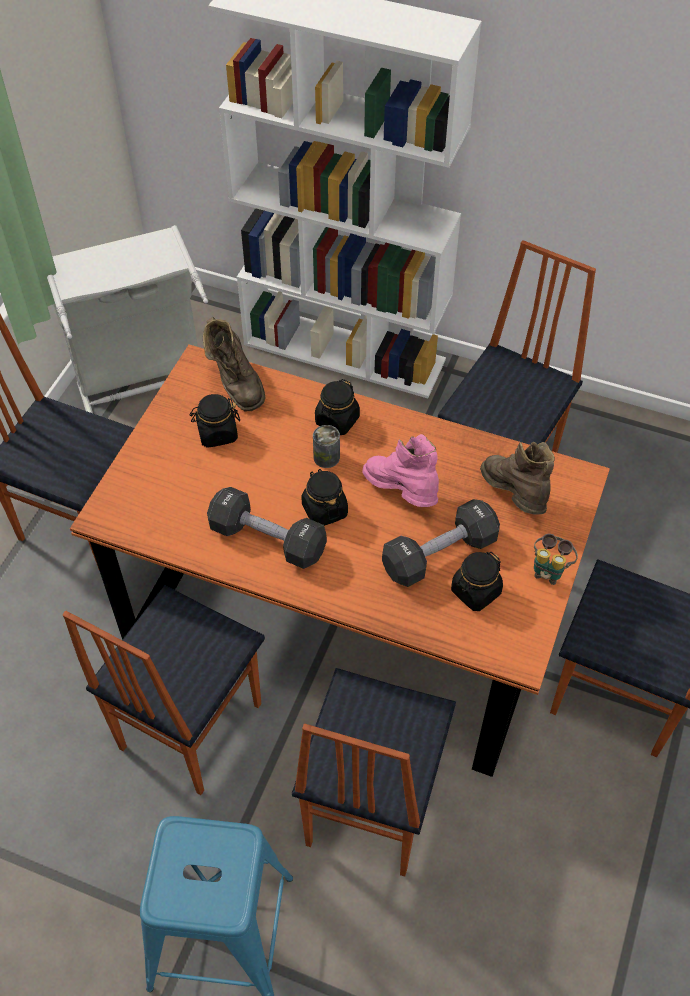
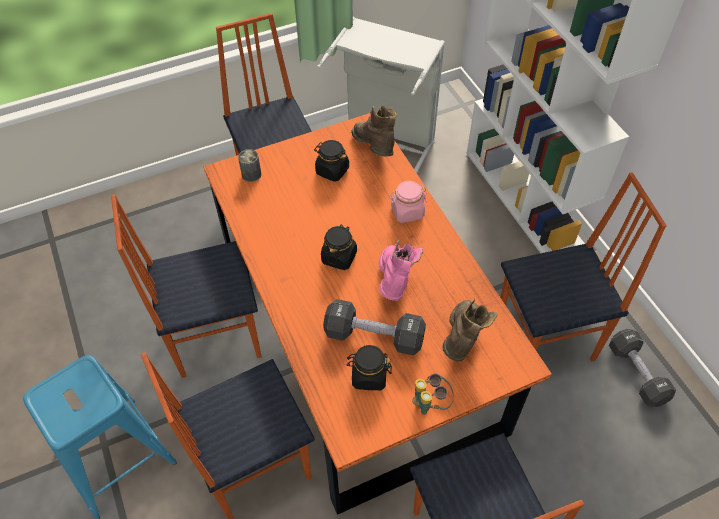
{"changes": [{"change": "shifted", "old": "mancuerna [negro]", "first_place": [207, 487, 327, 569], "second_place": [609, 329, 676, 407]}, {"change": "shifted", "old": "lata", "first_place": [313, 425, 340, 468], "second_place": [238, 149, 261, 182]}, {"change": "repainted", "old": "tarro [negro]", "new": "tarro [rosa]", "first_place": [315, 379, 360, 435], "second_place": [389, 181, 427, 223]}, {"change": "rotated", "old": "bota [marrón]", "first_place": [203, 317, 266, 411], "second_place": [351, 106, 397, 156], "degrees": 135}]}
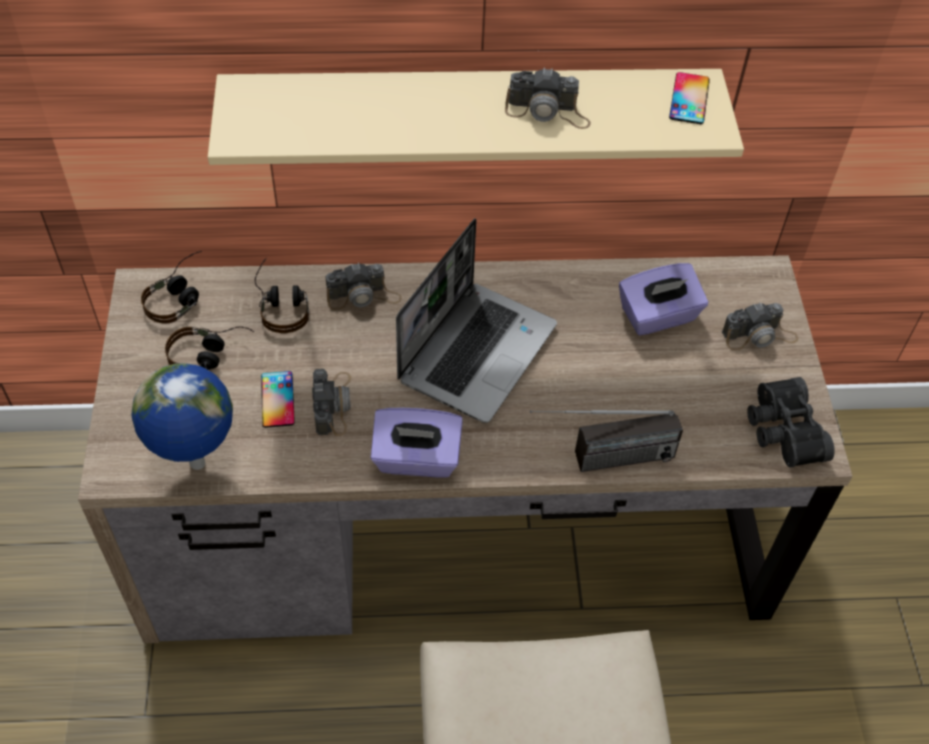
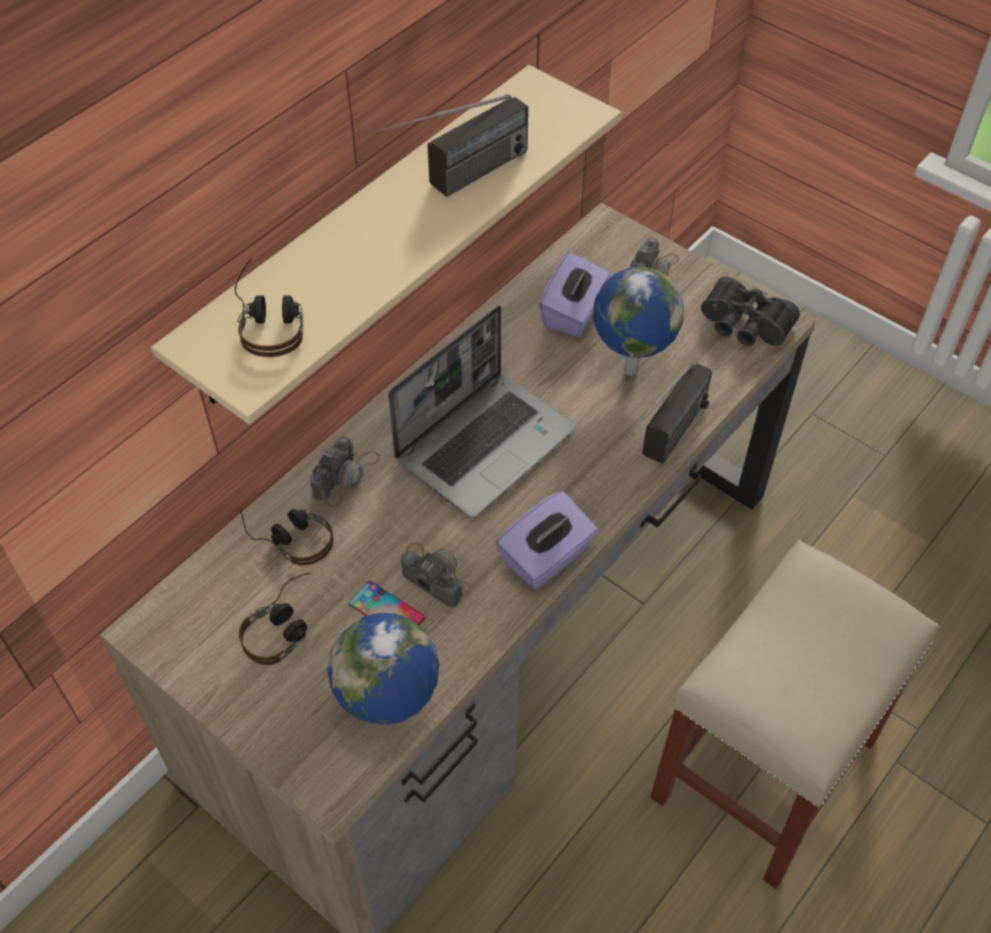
{"changes": [{"change": "gone", "old": "móvil", "first_place": [669, 72, 710, 124]}, {"change": "new", "new": "globo terráqueo", "second_place": [593, 267, 684, 376]}, {"change": "shifted", "old": "auriculares", "first_place": [141, 251, 202, 323], "second_place": [235, 259, 303, 357]}, {"change": "swapped", "old": "cámara", "new": "radio", "first_place": [505, 68, 591, 129], "second_place": [377, 94, 528, 197]}, {"change": "rotated", "old": "portátil", "first_place": [396, 218, 557, 423], "second_place": [388, 305, 575, 518], "degrees": 60}]}
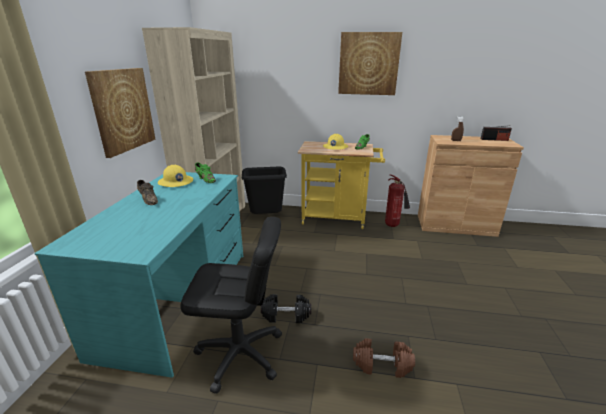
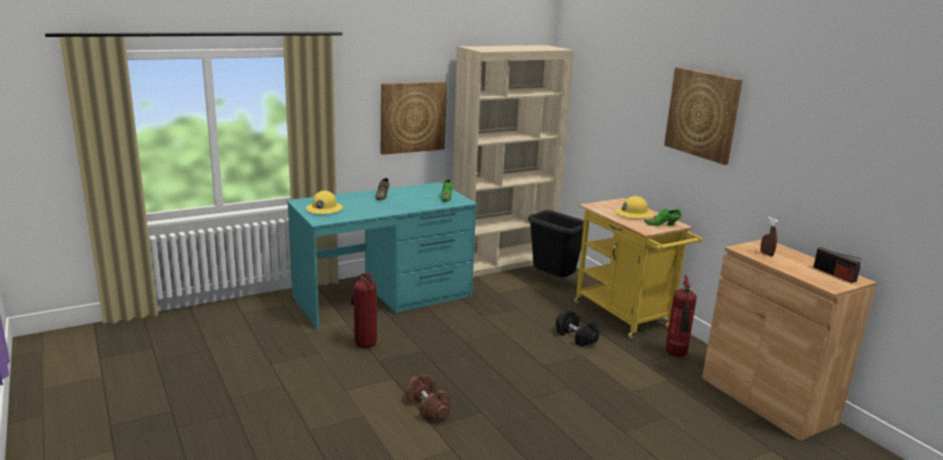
{"changes": [{"change": "shifted", "old": "casco [amarillo]", "first_place": [158, 165, 193, 187], "second_place": [306, 190, 343, 214]}, {"change": "shifted", "old": "mancuerna [negro]", "first_place": [261, 294, 311, 323], "second_place": [556, 310, 599, 346]}, {"change": "swapped", "old": "silla de oficina [negro]", "new": "extintor", "first_place": [180, 217, 282, 394], "second_place": [351, 273, 377, 348]}]}
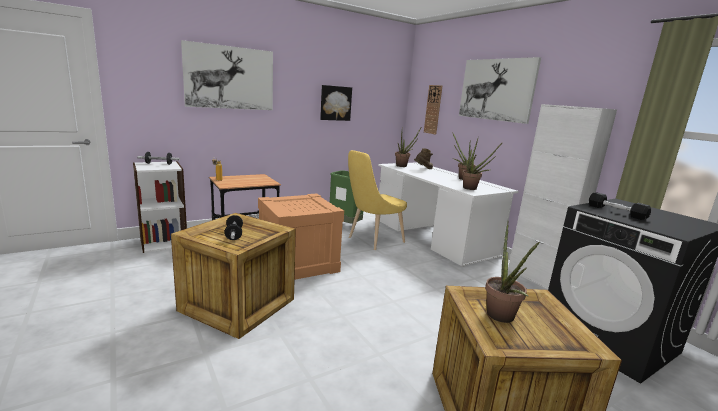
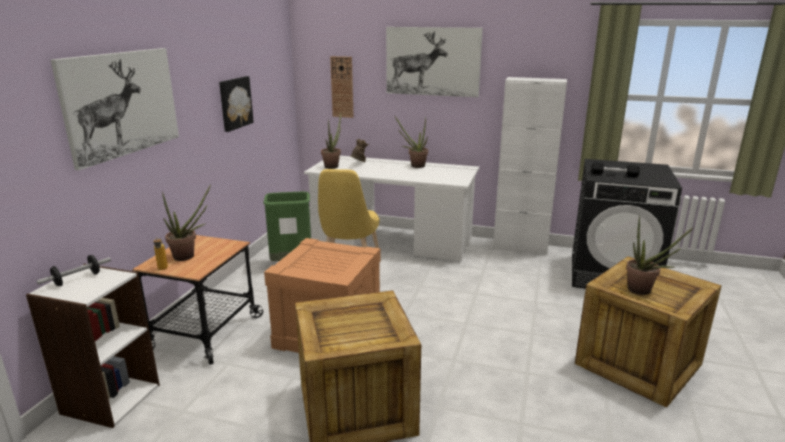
{"changes": [{"change": "gone", "old": "mancuerna", "first_place": [224, 215, 243, 240]}, {"change": "shifted", "old": "planta en maceta", "first_place": [462, 142, 503, 190], "second_place": [162, 184, 211, 261]}]}
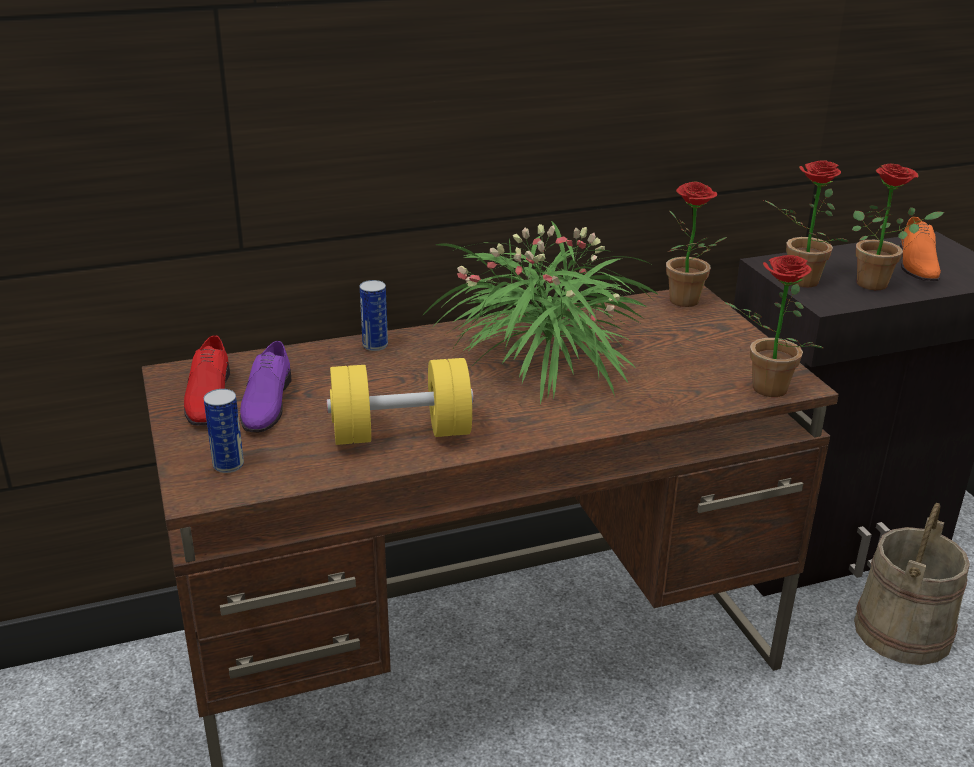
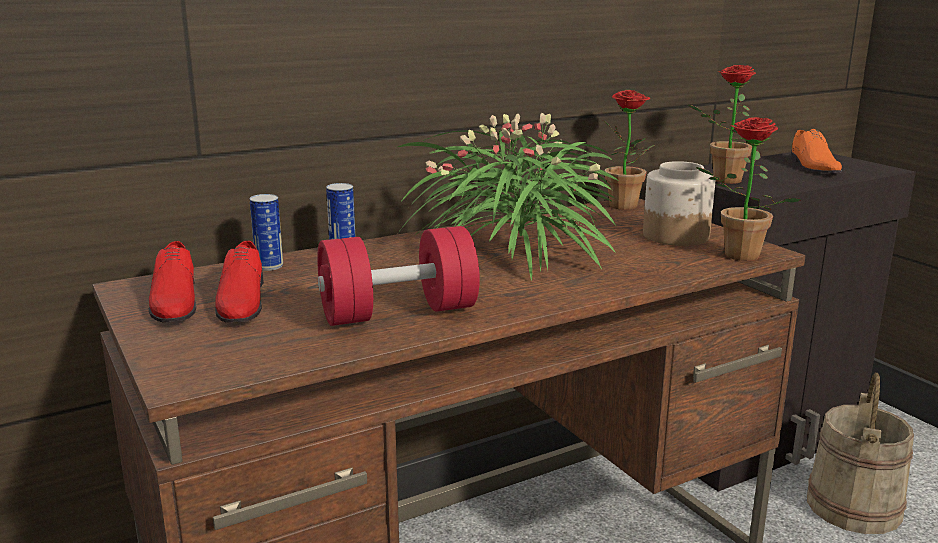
{"changes": [{"change": "gone", "old": "planta en maceta", "first_place": [852, 164, 944, 290]}, {"change": "new", "new": "tarro", "second_place": [643, 161, 715, 246]}, {"change": "shifted", "old": "lata", "first_place": [204, 389, 244, 473], "second_place": [249, 194, 283, 271]}, {"change": "repainted", "old": "zapato [morado]", "new": "zapato [rojo]", "first_place": [240, 341, 291, 432], "second_place": [215, 241, 264, 323]}, {"change": "repainted", "old": "mancuerna [amarillo]", "new": "mancuerna [rojo]", "first_place": [327, 358, 474, 445], "second_place": [317, 226, 480, 326]}]}
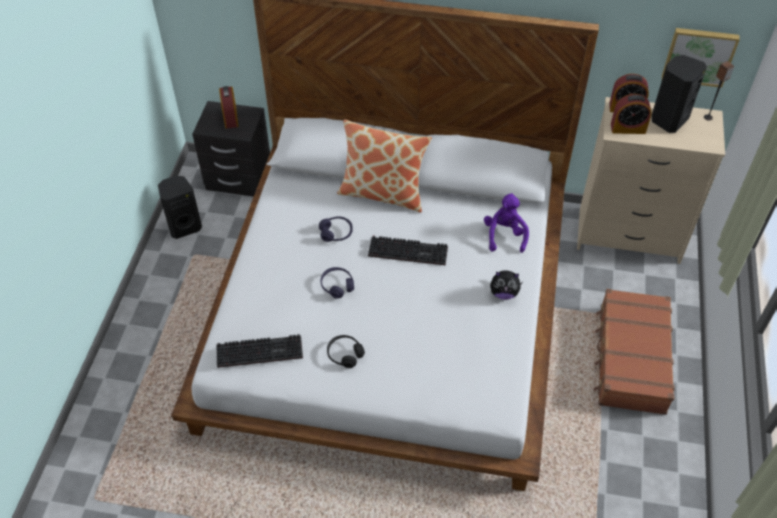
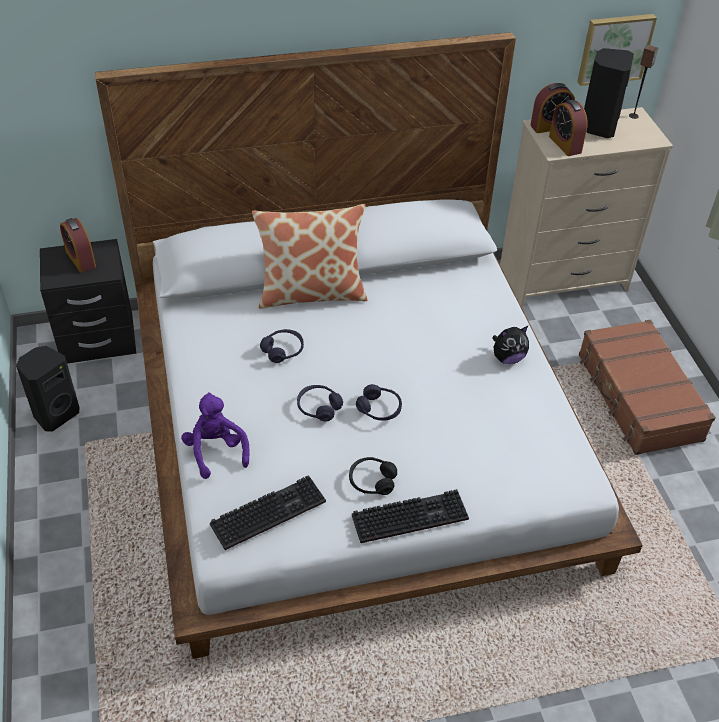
{"changes": [{"change": "new", "new": "auriculares [morado]", "second_place": [356, 384, 402, 421]}, {"change": "shifted", "old": "teclado", "first_place": [368, 236, 448, 265], "second_place": [352, 489, 469, 543]}, {"change": "shifted", "old": "peluche [morado]", "first_place": [484, 193, 529, 253], "second_place": [181, 392, 250, 479]}, {"change": "rotated", "old": "despertador", "first_place": [611, 94, 652, 134], "second_place": [549, 100, 588, 156], "degrees": 90}]}
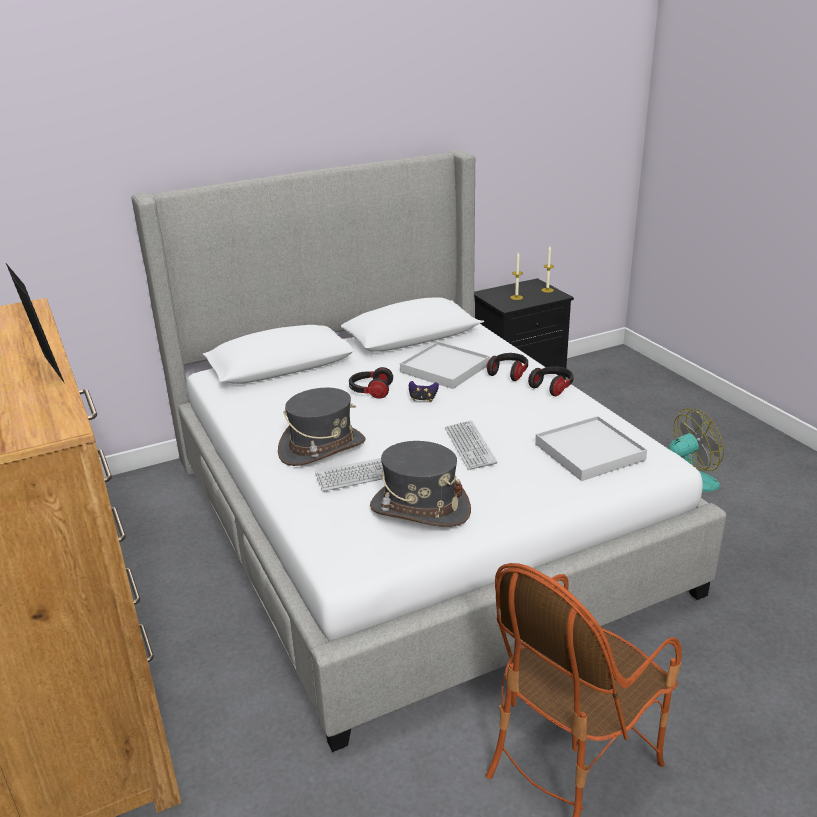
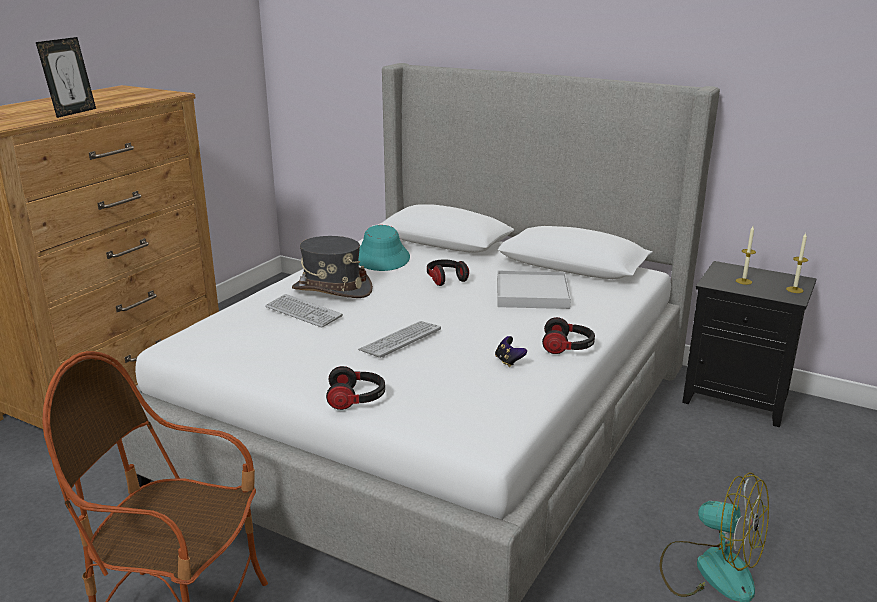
{"changes": [{"change": "gone", "old": "sombrero [gris]", "first_place": [370, 441, 471, 527]}, {"change": "gone", "old": "bandeja [blanco]", "first_place": [535, 416, 647, 481]}, {"change": "new", "new": "sombrero [turquesa]", "second_place": [359, 225, 410, 271]}, {"change": "shifted", "old": "mando de consola", "first_place": [409, 381, 439, 402], "second_place": [495, 336, 527, 367]}, {"change": "shifted", "old": "auriculares", "first_place": [486, 353, 528, 381], "second_place": [326, 366, 385, 410]}]}
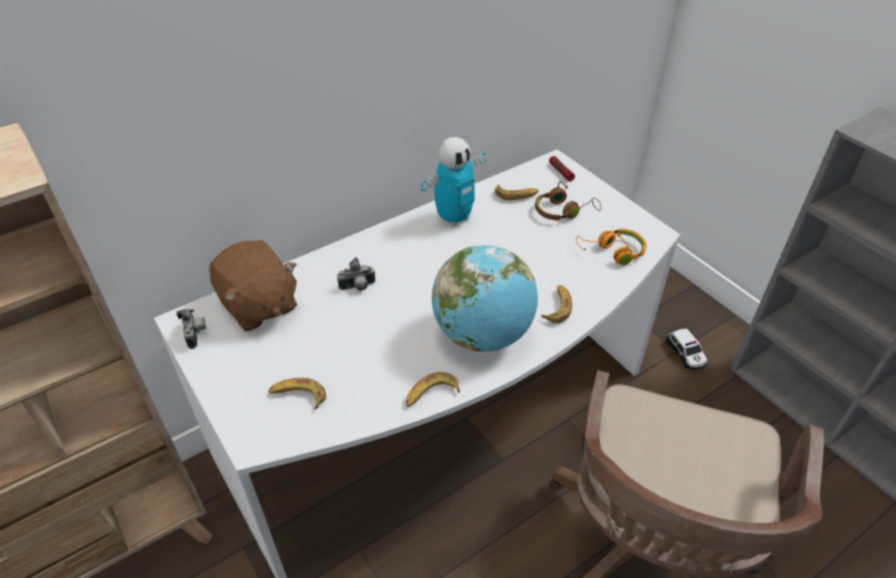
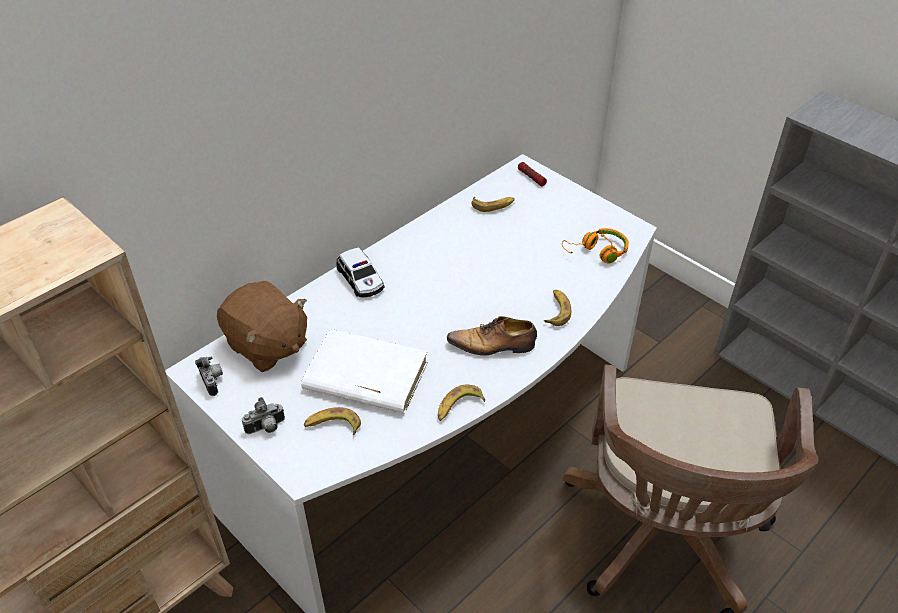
{"changes": [{"change": "gone", "old": "robot de juguete", "first_place": [421, 137, 487, 227]}, {"change": "gone", "old": "auriculares [marrón]", "first_place": [535, 181, 601, 220]}, {"change": "new", "new": "libro [blanco]", "second_place": [301, 329, 428, 414]}, {"change": "shifted", "old": "cámara", "first_place": [337, 257, 375, 291], "second_place": [242, 397, 285, 434]}, {"change": "shifted", "old": "coche de juguete", "first_place": [666, 328, 708, 370], "second_place": [336, 247, 385, 297]}, {"change": "swapped", "old": "globo terráqueo", "new": "zapato", "first_place": [432, 245, 538, 352], "second_place": [447, 316, 537, 356]}]}
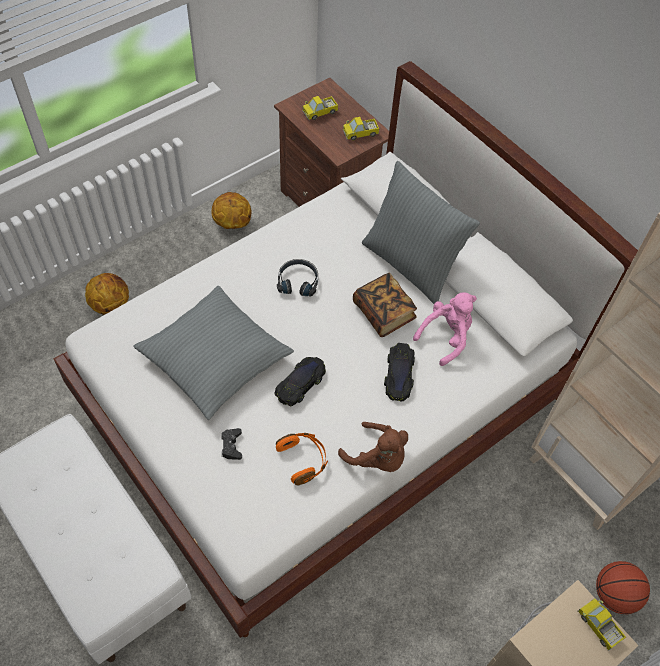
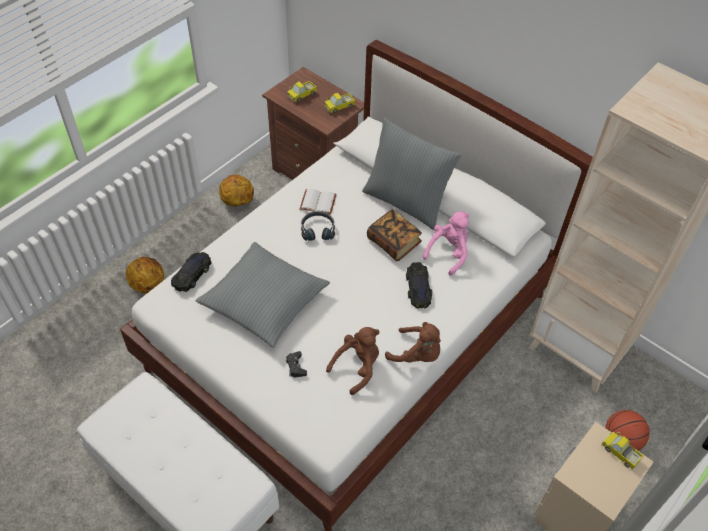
{"changes": [{"change": "new", "new": "libro [blanco]", "second_place": [300, 189, 336, 215]}, {"change": "shifted", "old": "coche de juguete [negro]", "first_place": [275, 357, 326, 406], "second_place": [171, 252, 211, 292]}, {"change": "swapped", "old": "auriculares [naranja]", "new": "peluche [marrón]", "first_place": [276, 433, 328, 485], "second_place": [326, 327, 380, 395]}]}
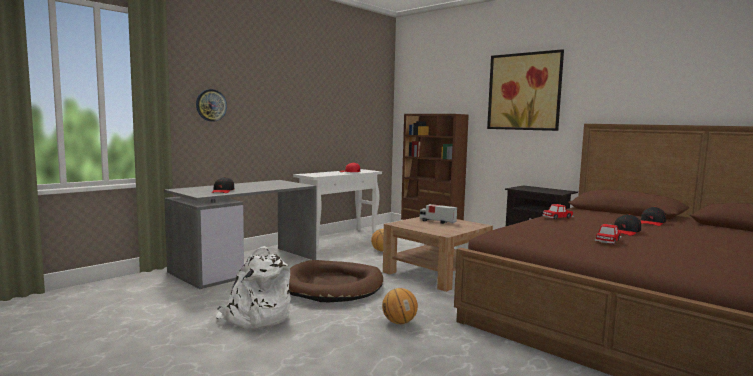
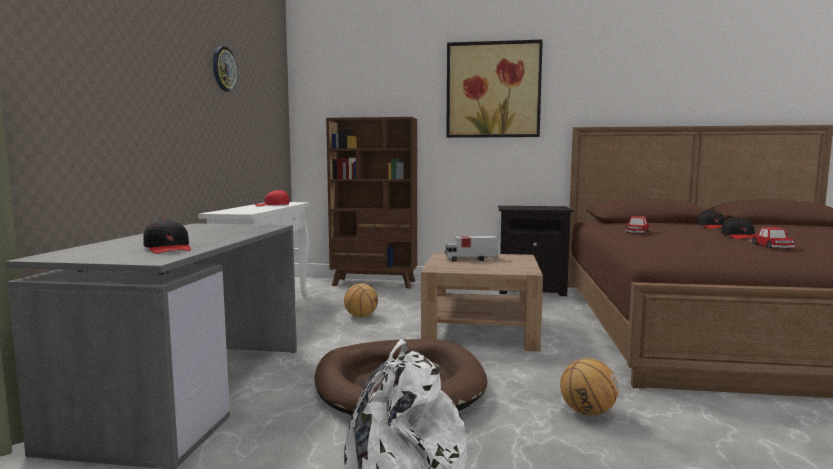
{"changes": [{"change": "shifted", "old": "reloj de pared", "first_place": [196, 89, 227, 122], "second_place": [213, 46, 238, 92]}]}
